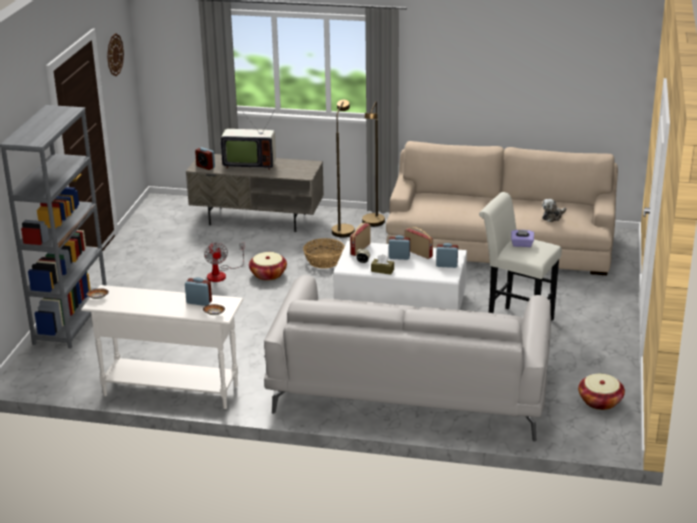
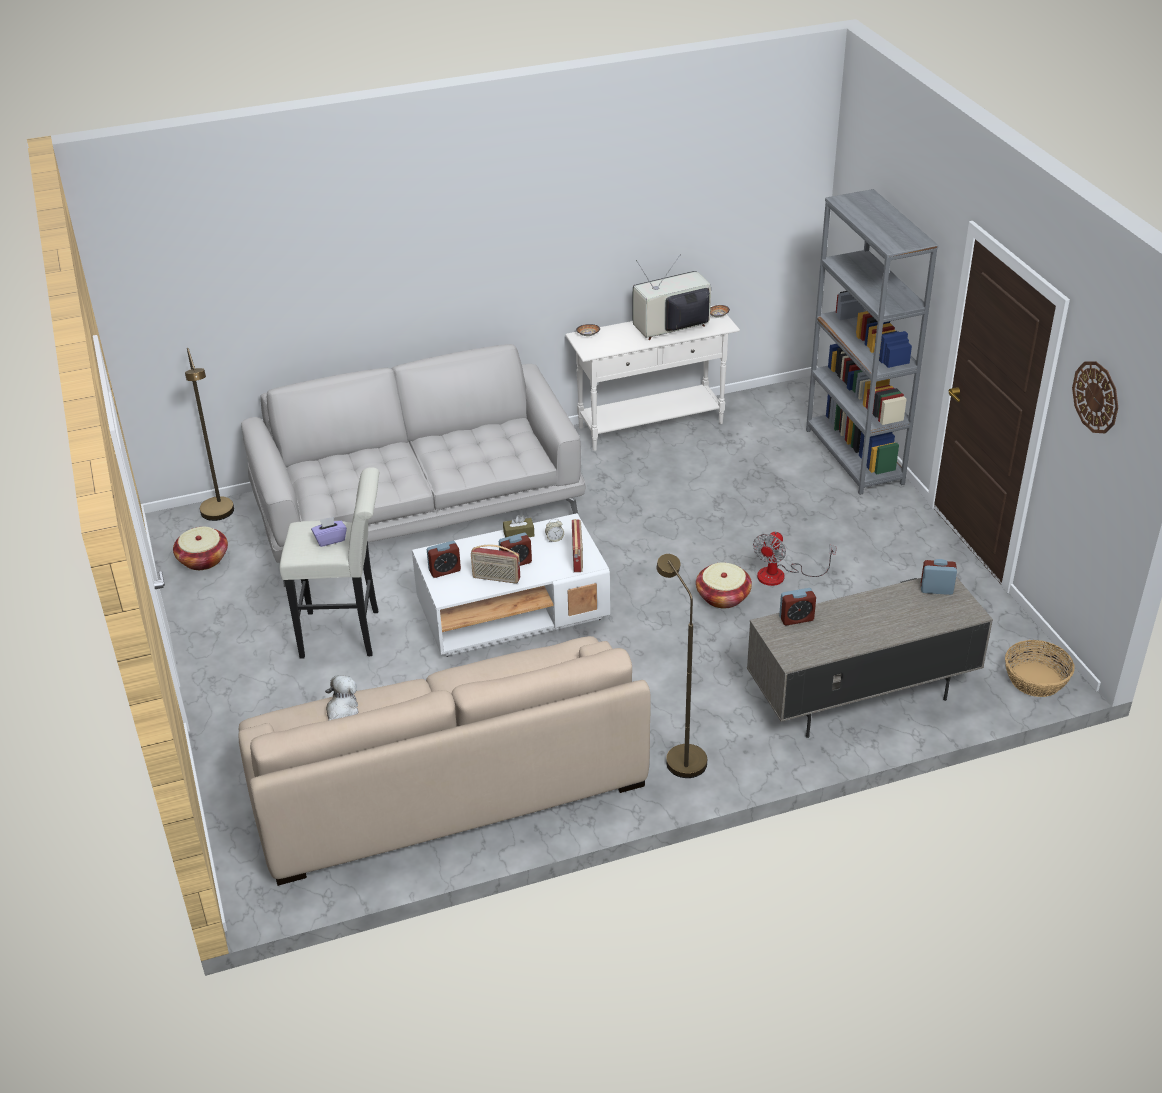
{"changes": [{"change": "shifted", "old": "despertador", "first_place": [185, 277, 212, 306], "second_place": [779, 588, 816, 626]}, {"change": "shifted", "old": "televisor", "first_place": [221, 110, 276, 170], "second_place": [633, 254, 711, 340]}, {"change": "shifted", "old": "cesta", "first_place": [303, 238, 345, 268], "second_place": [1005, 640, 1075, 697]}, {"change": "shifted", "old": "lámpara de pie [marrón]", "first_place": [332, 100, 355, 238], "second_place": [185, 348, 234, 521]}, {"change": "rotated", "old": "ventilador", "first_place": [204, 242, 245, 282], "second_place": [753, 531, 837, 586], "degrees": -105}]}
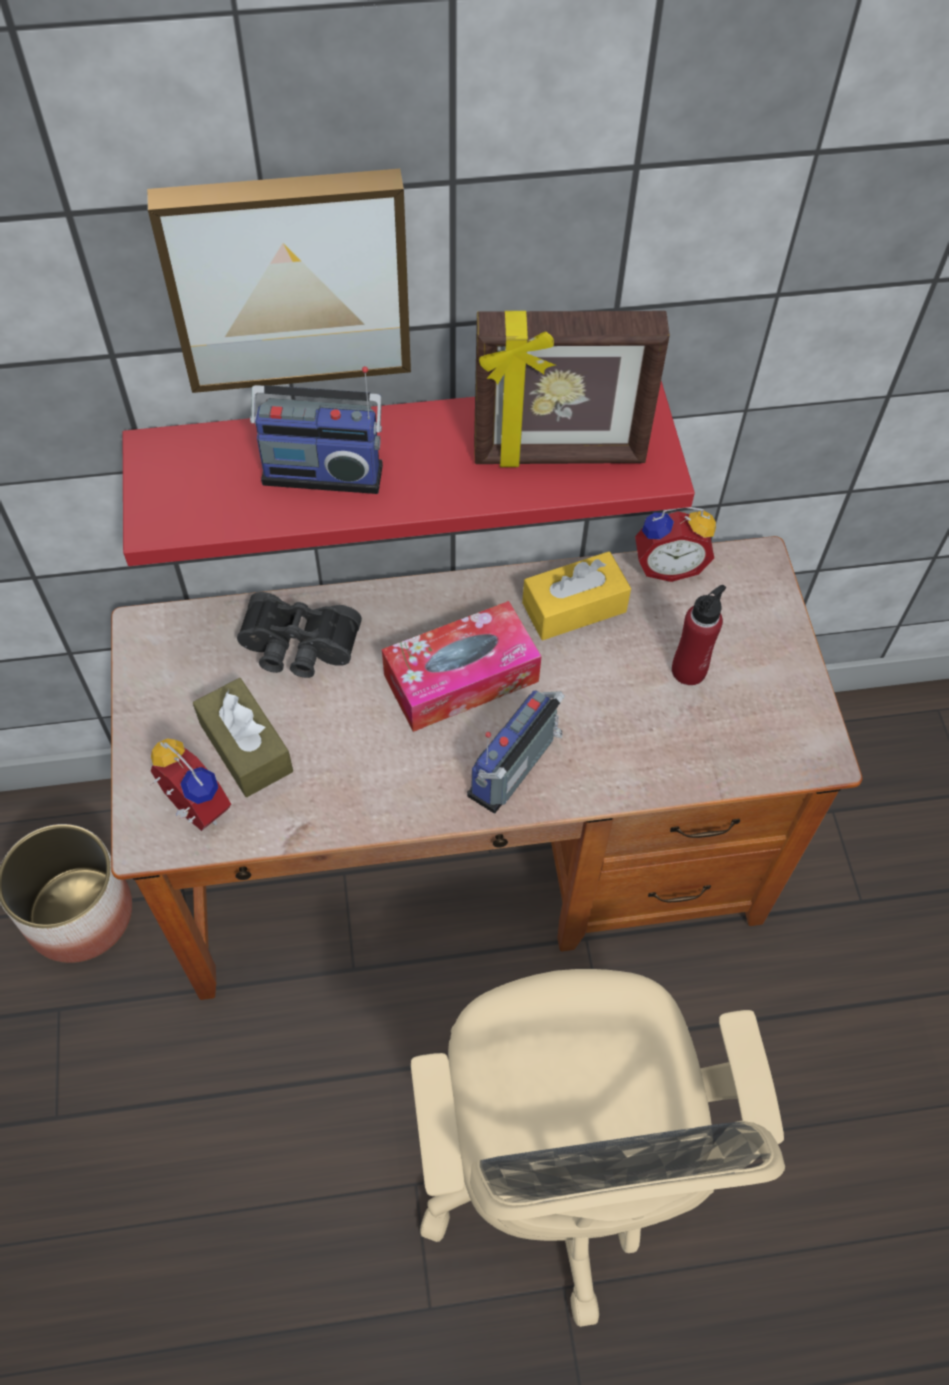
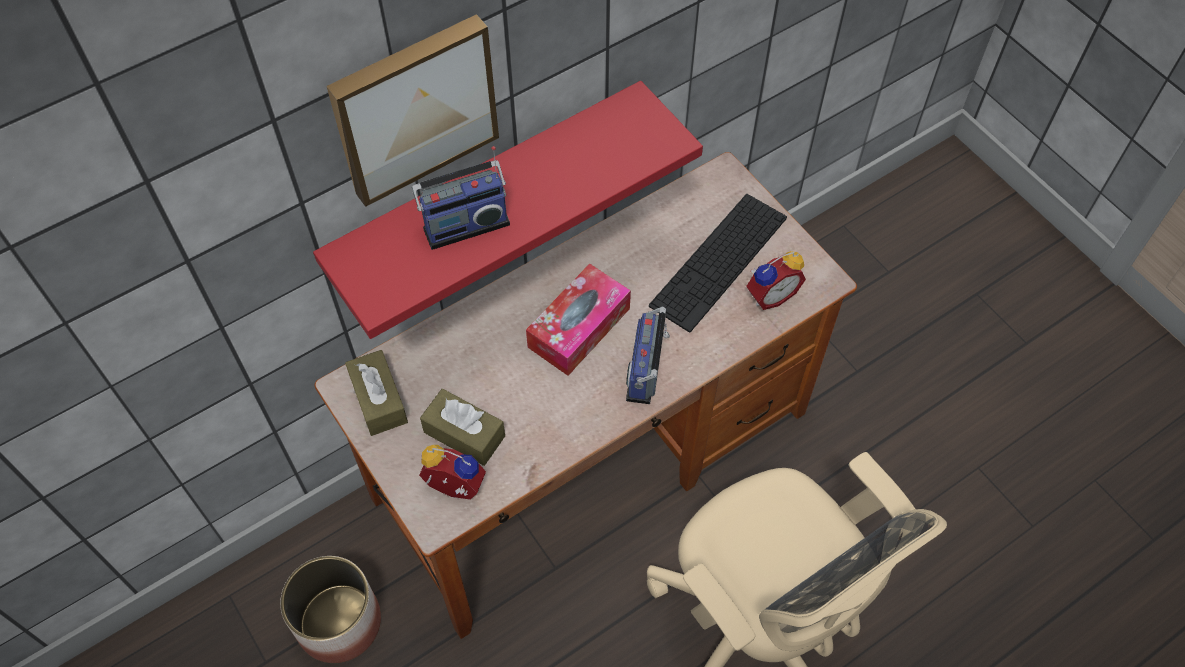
{"changes": [{"change": "gone", "old": "prismáticos [negro]", "first_place": [237, 592, 362, 678]}, {"change": "gone", "old": "portarretratos", "first_place": [474, 311, 670, 467]}, {"change": "gone", "old": "caja de pañuelos [amarillo]", "first_place": [522, 552, 631, 640]}, {"change": "new", "new": "caja de pañuelos [marrón]", "second_place": [345, 350, 408, 436]}, {"change": "shifted", "old": "despertador", "first_place": [635, 507, 716, 582], "second_place": [746, 251, 806, 310]}, {"change": "swapped", "old": "botella [rojo]", "new": "teclado", "first_place": [672, 585, 726, 685], "second_place": [649, 194, 787, 333]}]}
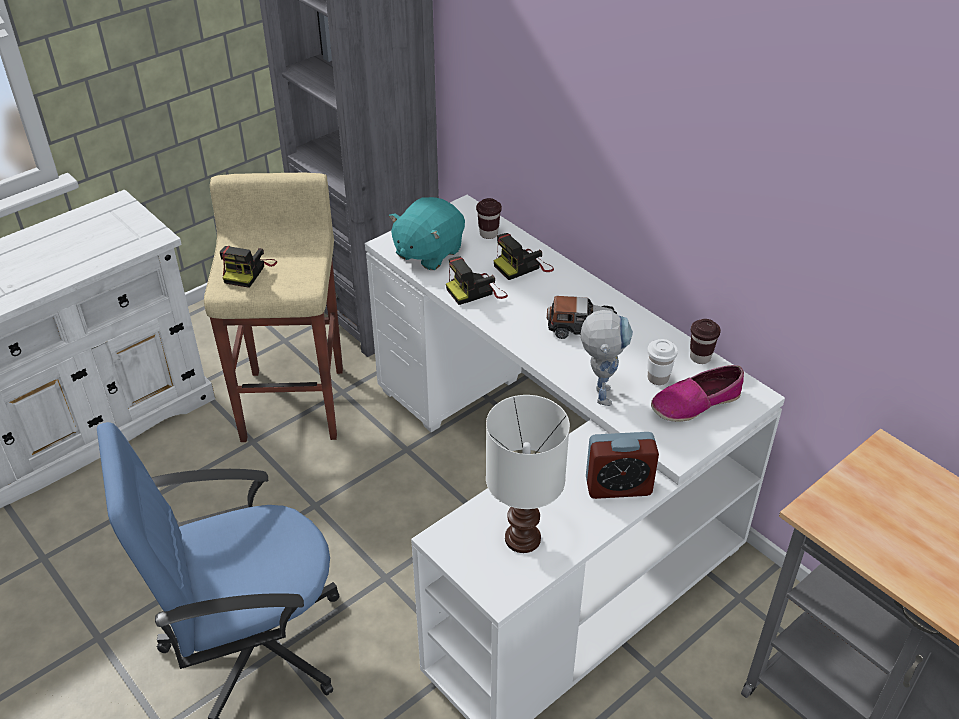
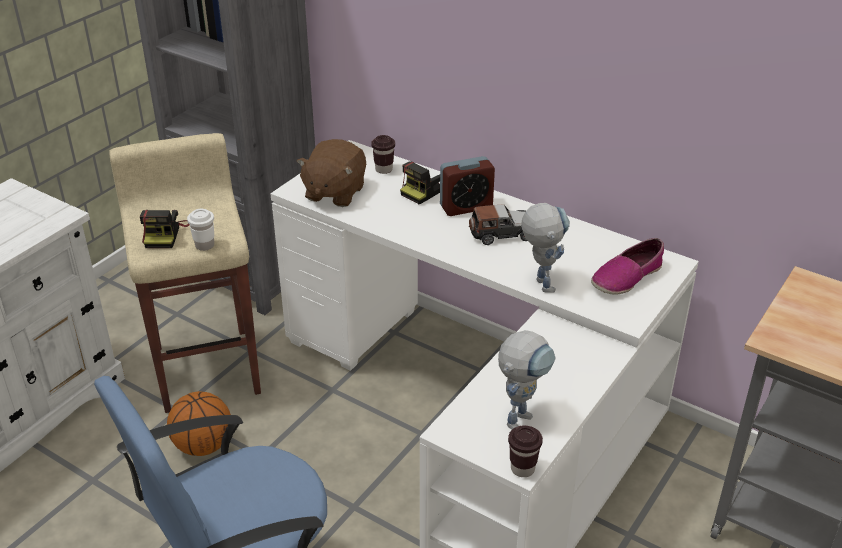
{"changes": [{"change": "gone", "old": "cámara", "first_place": [446, 256, 508, 305]}, {"change": "new", "new": "balón de baloncesto", "second_place": [167, 391, 231, 456]}, {"change": "shifted", "old": "despertador", "first_place": [586, 432, 659, 499], "second_place": [440, 156, 495, 216]}, {"change": "shifted", "old": "taza [blanco]", "first_place": [647, 339, 678, 385], "second_place": [187, 209, 214, 251]}, {"change": "shifted", "old": "taza [marrón]", "first_place": [690, 319, 721, 364], "second_place": [508, 426, 543, 477]}, {"change": "swapped", "old": "lámpara de mesa [blanco]", "new": "robot de juguete", "first_place": [486, 395, 570, 553], "second_place": [498, 330, 556, 430]}, {"change": "repainted", "old": "peluche [turquesa]", "new": "peluche [marrón]", "first_place": [389, 197, 465, 270], "second_place": [297, 139, 366, 207]}]}
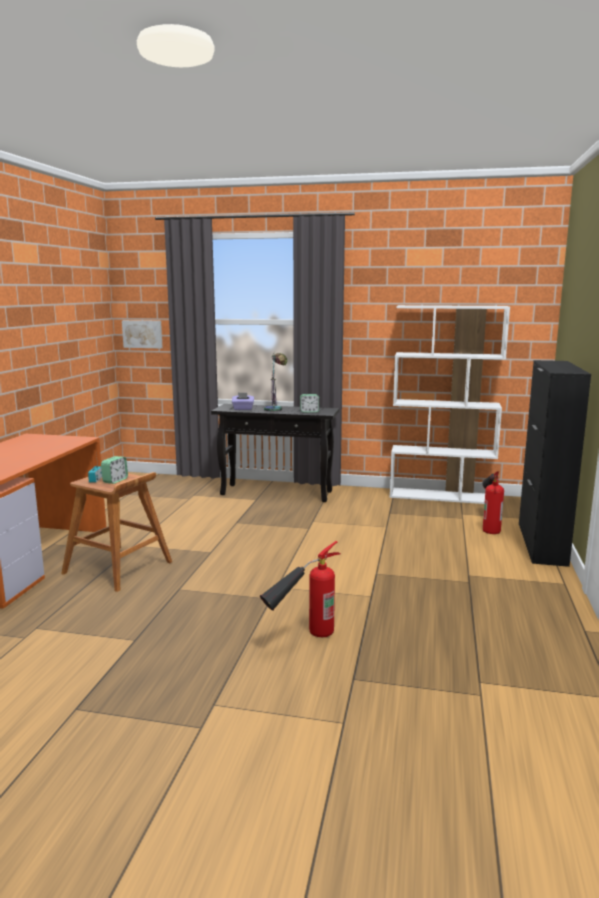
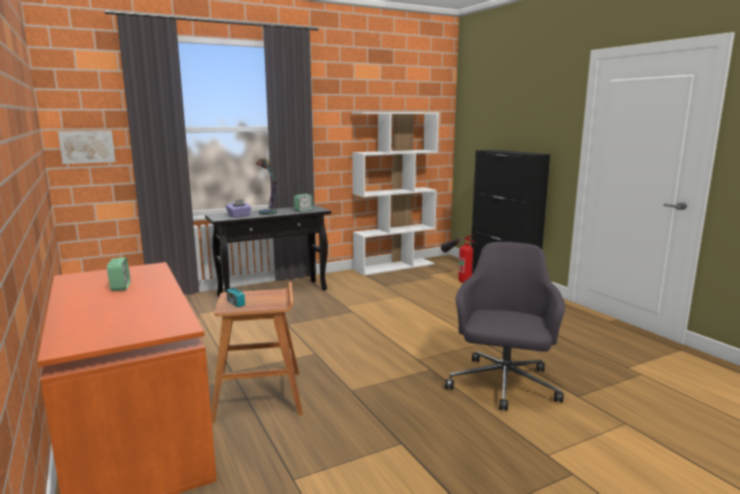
{"changes": [{"change": "shifted", "old": "despertador", "first_place": [101, 456, 128, 484], "second_place": [107, 257, 131, 291]}, {"change": "swapped", "old": "extintor", "new": "silla de oficina [gris]", "first_place": [260, 541, 341, 637], "second_place": [445, 242, 565, 411]}]}
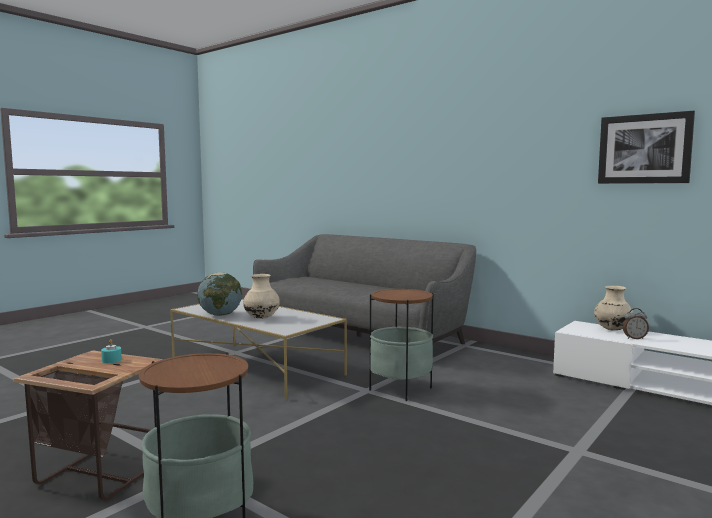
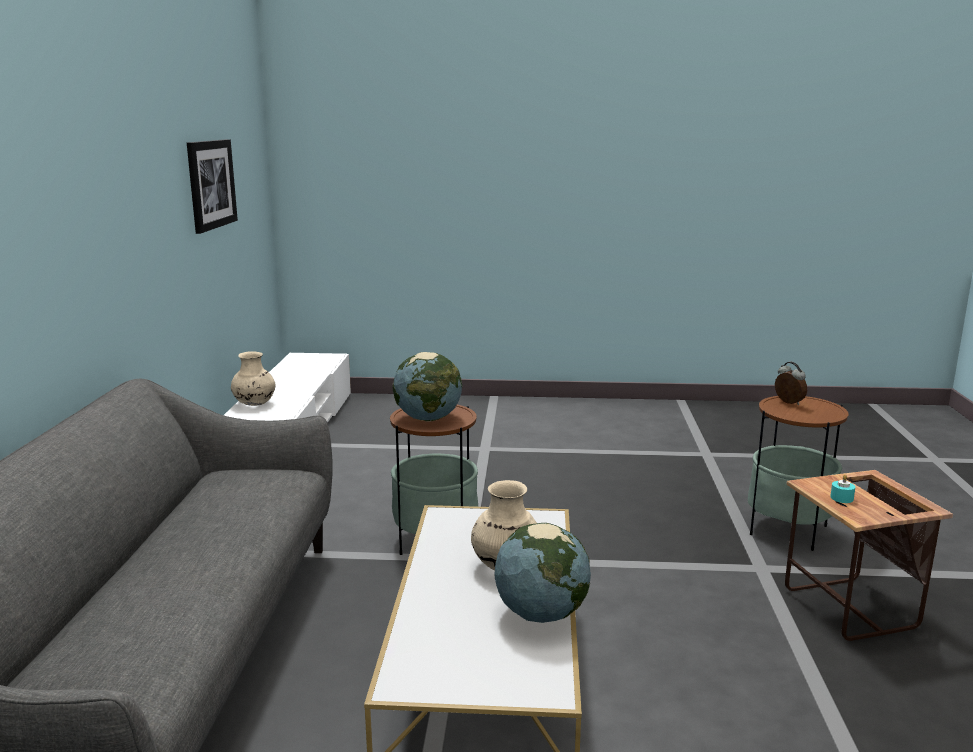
{"changes": [{"change": "new", "new": "globo terráqueo", "second_place": [393, 352, 462, 422]}, {"change": "shifted", "old": "despertador", "first_place": [623, 308, 649, 339], "second_place": [775, 362, 807, 405]}]}
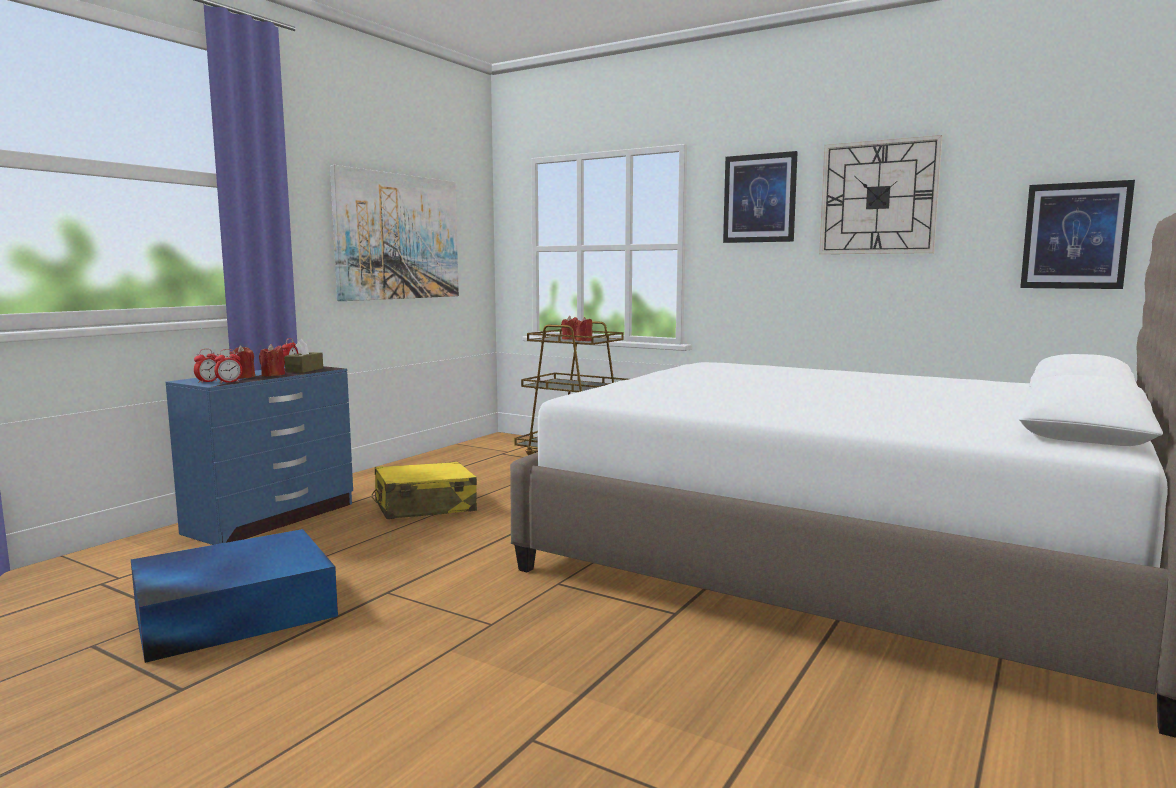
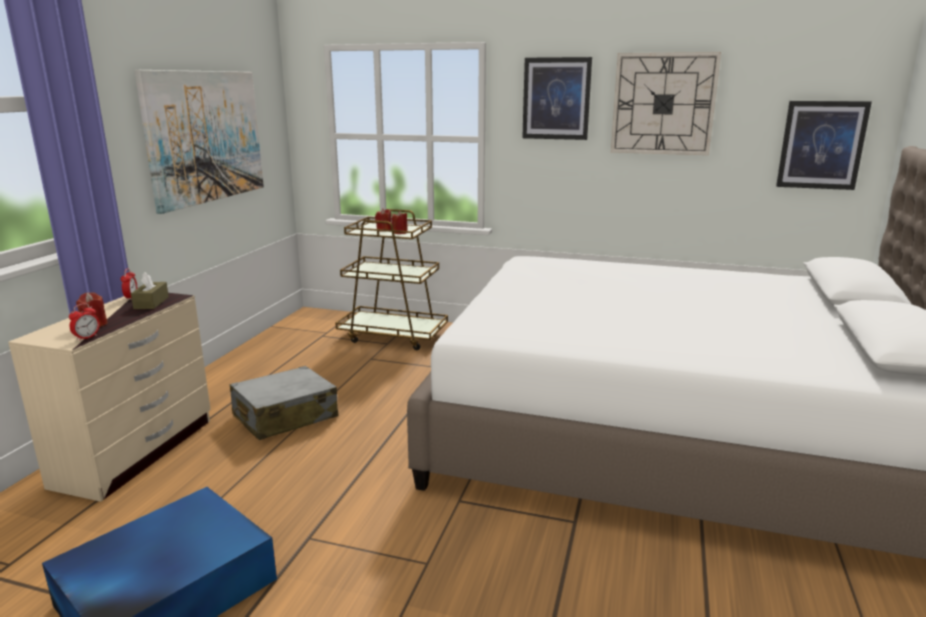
{"changes": [{"change": "gone", "old": "despertador", "first_place": [194, 349, 217, 383]}, {"change": "gone", "old": "vela [rojo]", "first_place": [259, 344, 285, 376]}, {"change": "repainted", "old": "cómoda [azul]", "new": "cómoda [beis]", "first_place": [166, 366, 353, 545], "second_place": [8, 293, 211, 502]}, {"change": "repainted", "old": "maleta [amarillo]", "new": "maleta [gris]", "first_place": [371, 462, 477, 519], "second_place": [230, 366, 338, 440]}]}
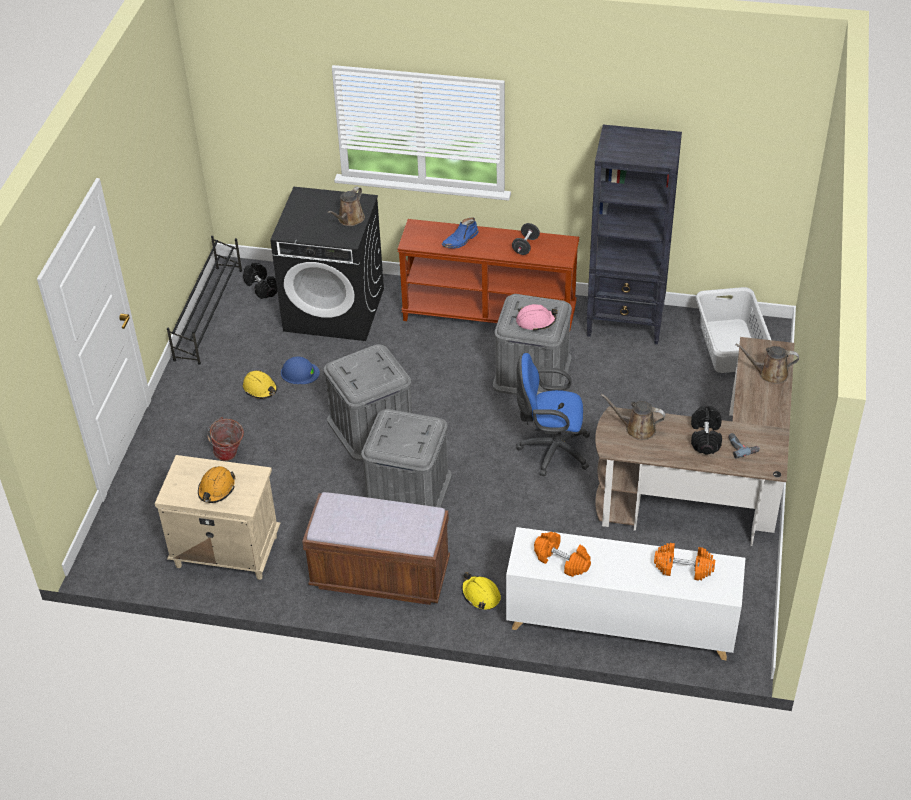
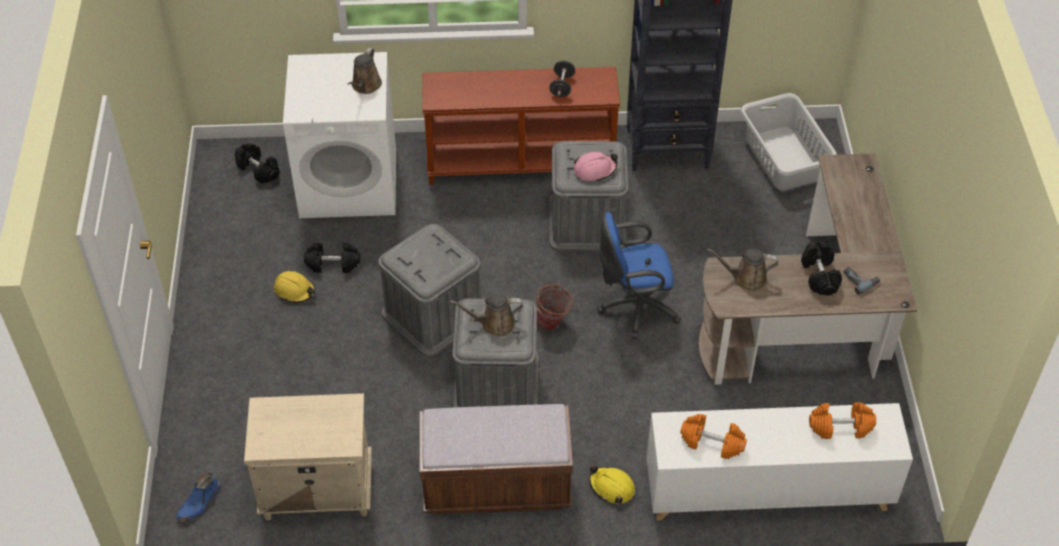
{"changes": [{"change": "gone", "old": "zapatero [negro]", "first_place": [167, 236, 242, 365]}, {"change": "gone", "old": "casco [naranja]", "first_place": [198, 466, 236, 503]}, {"change": "shifted", "old": "cubo", "first_place": [207, 417, 244, 461], "second_place": [534, 283, 573, 330]}, {"change": "shifted", "old": "bota [azul]", "first_place": [442, 217, 479, 249], "second_place": [176, 473, 220, 522]}, {"change": "shifted", "old": "regadera [marrón]", "first_place": [736, 344, 799, 384], "second_place": [450, 294, 523, 336]}, {"change": "swapped", "old": "casco [azul]", "new": "mancuerna [negro]", "first_place": [281, 357, 320, 384], "second_place": [304, 243, 360, 273]}, {"change": "repainted", "old": "lavadora [negro]", "new": "lavadora [blanco]", "first_place": [270, 187, 384, 341], "second_place": [283, 52, 396, 218]}]}
